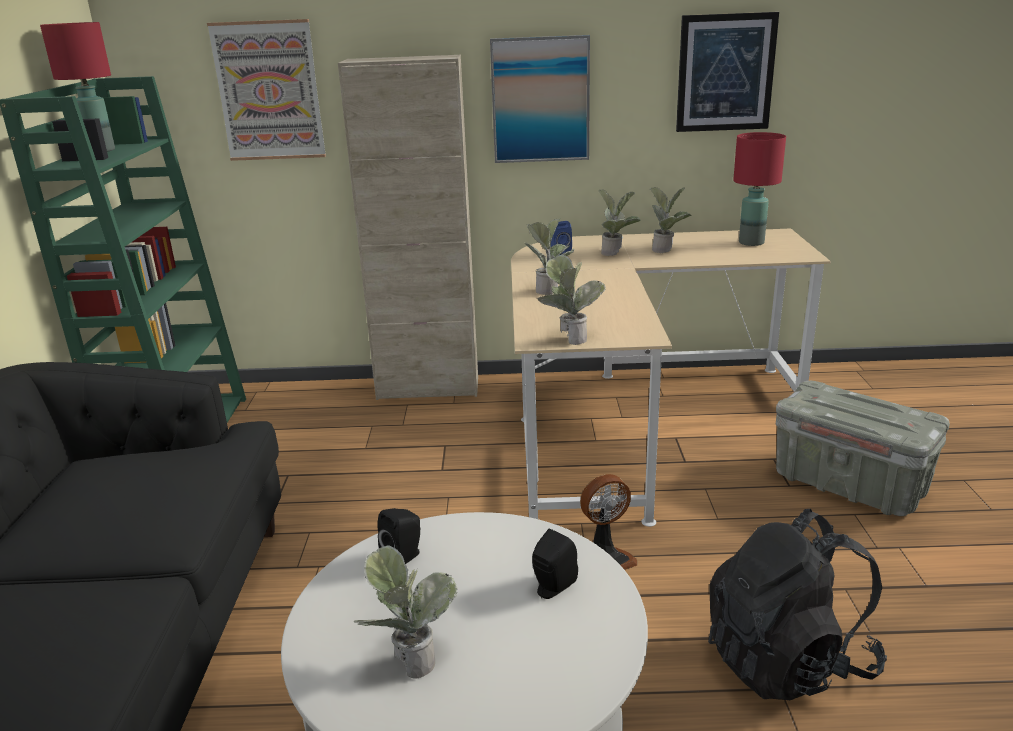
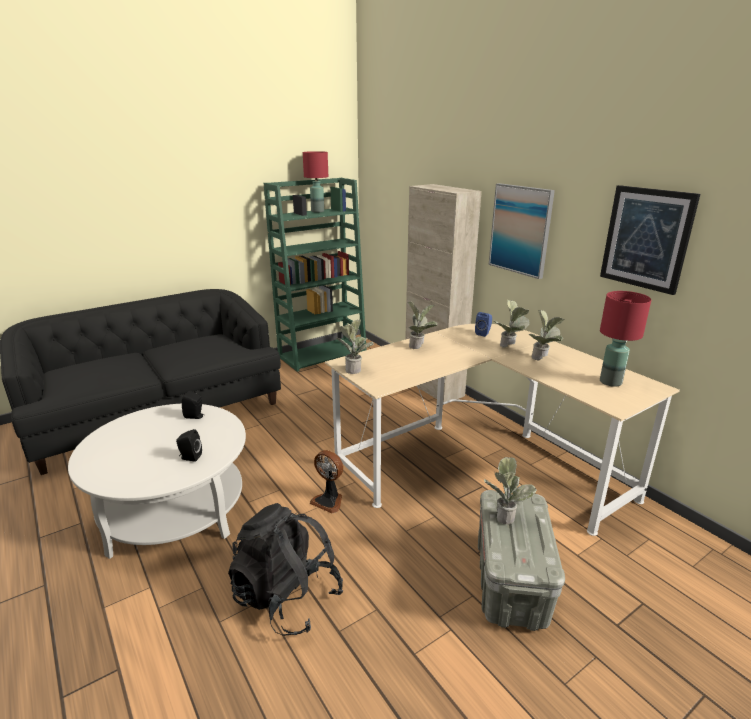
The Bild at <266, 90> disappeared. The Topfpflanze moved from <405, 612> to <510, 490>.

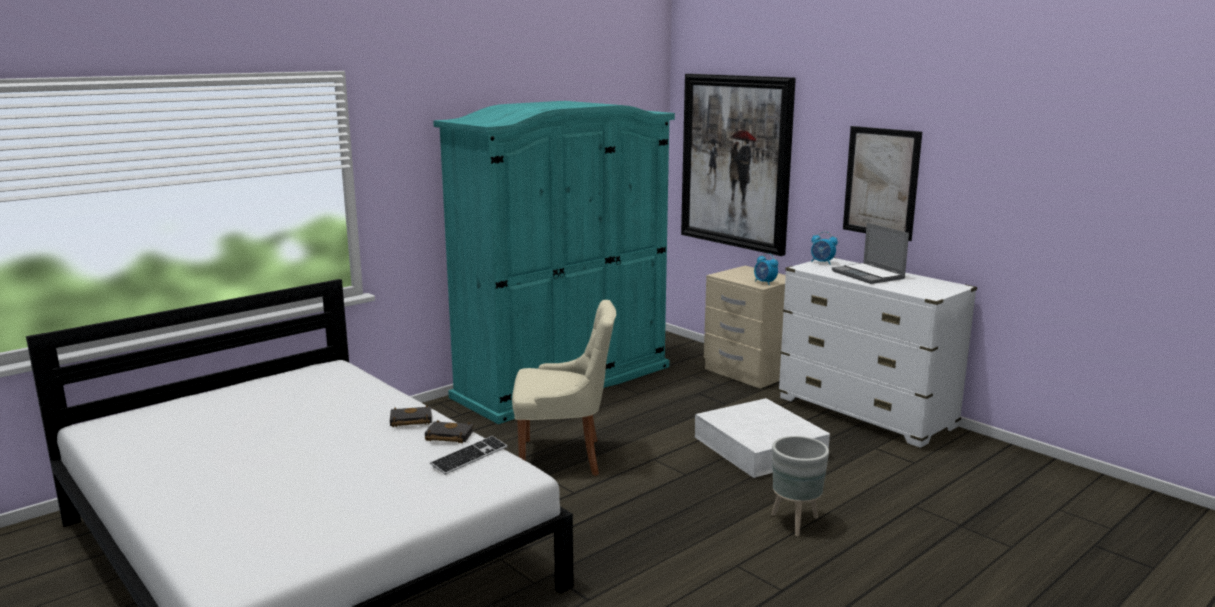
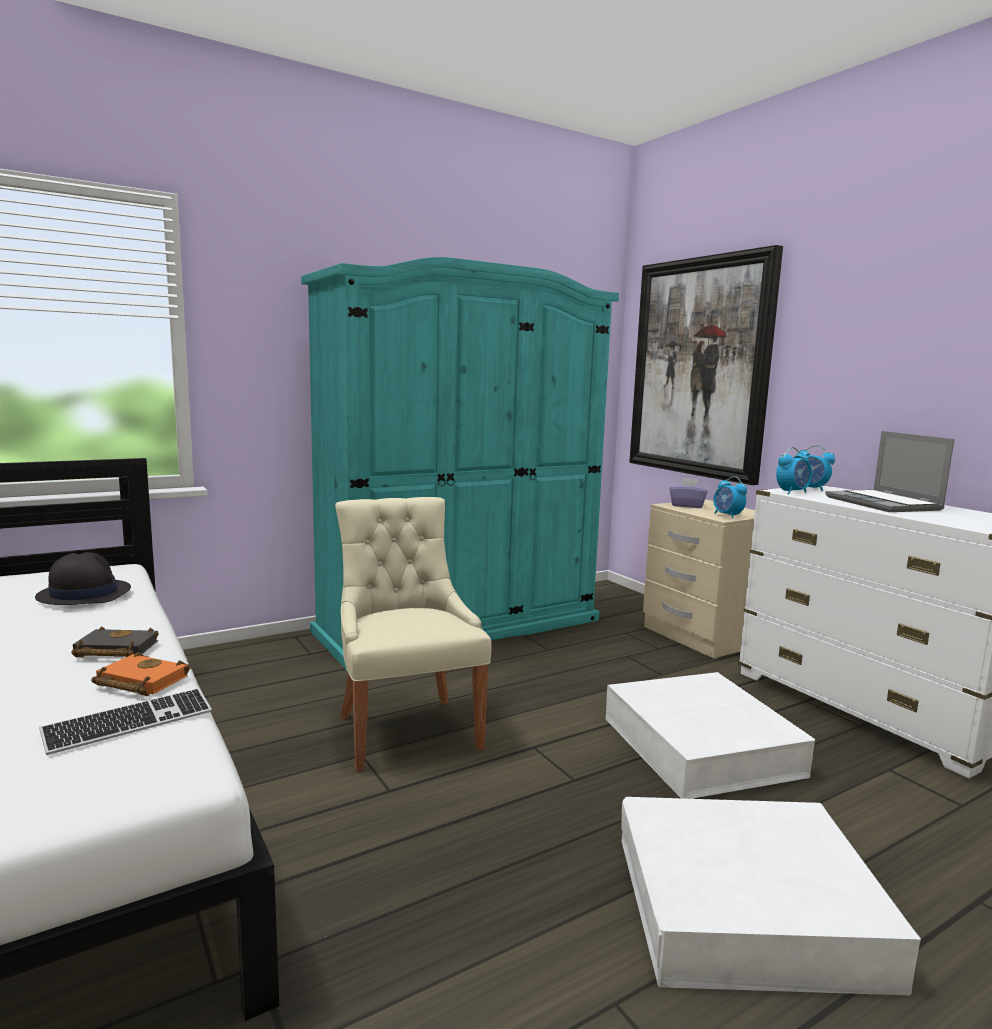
The Buch [schwarz] at <449, 431> became the Buch [orange] at <141, 674>. The Stuhl [beige] at <564, 388> turned 120 degrees counterclockwise. The Pflanzkübel [grau] at <800, 486> was replaced by the Aufbewahrungsbox [weiß] at <771, 896>. The Bild at <882, 183> disappeared. The Hut [schwarz] at <83, 578> appeared. The Taschentuchbox [lila] at <688, 492> appeared. The Wecker at <794, 470> appeared.

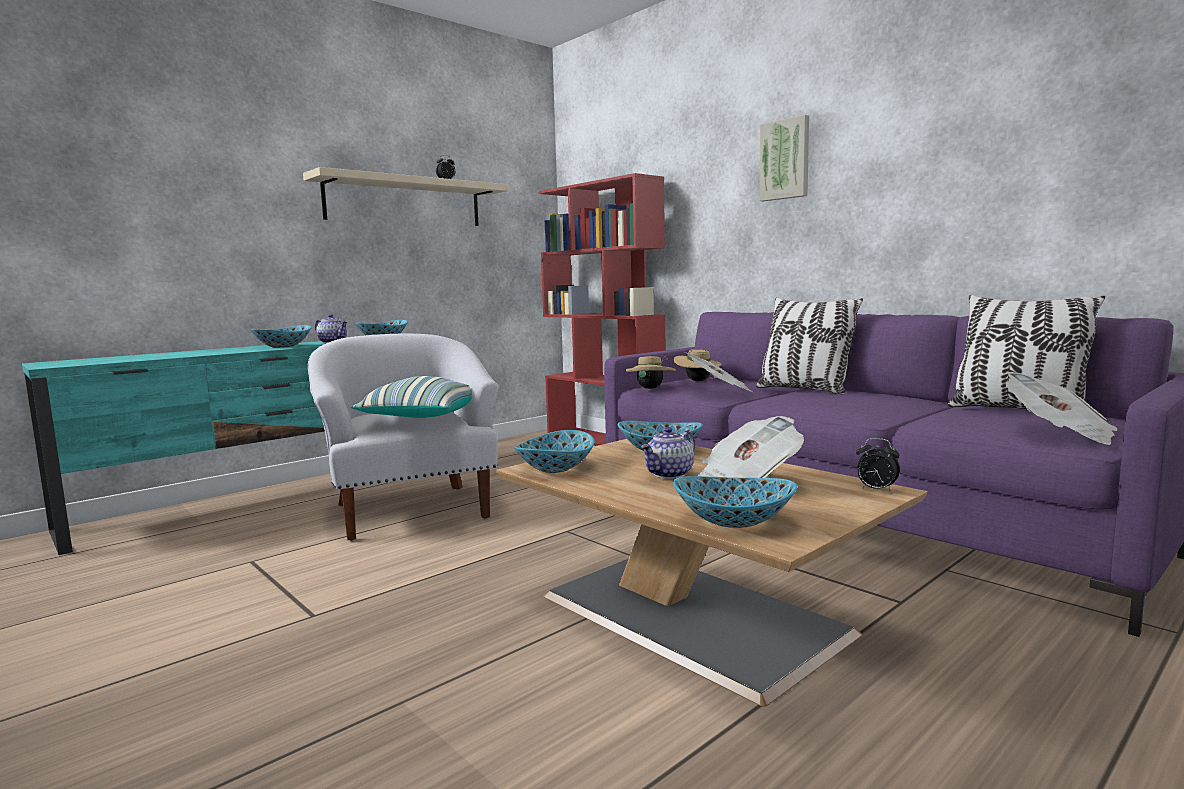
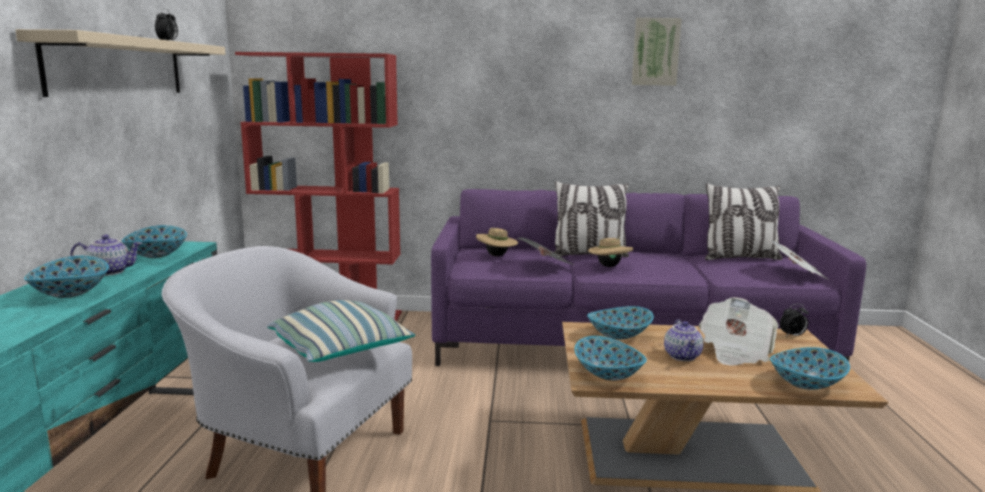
The Hut [beige] moved from <651, 372> to <610, 251>. The Bild moved from <784, 158> to <657, 52>.

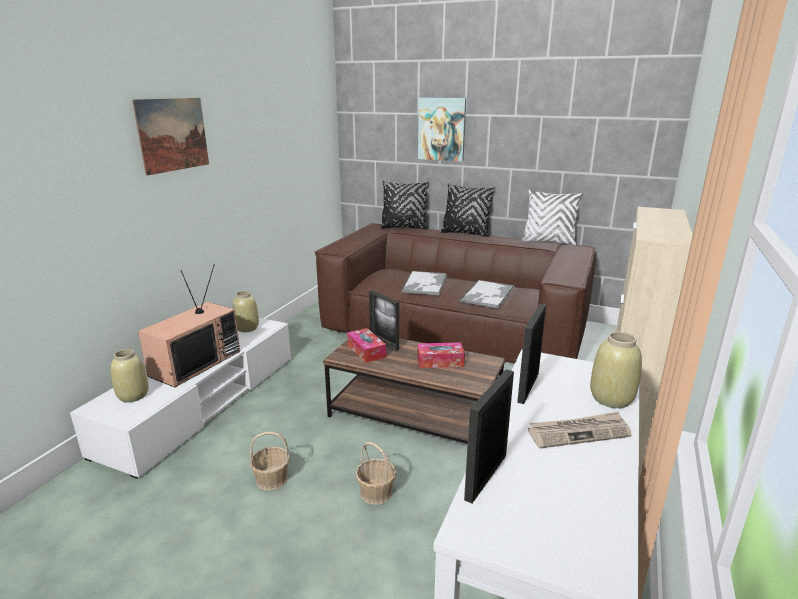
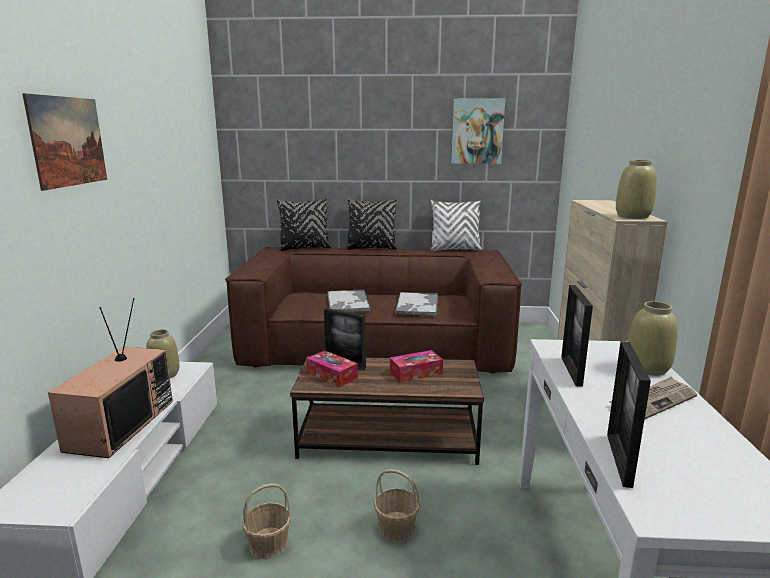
The Vase [beige] moved from <130, 375> to <636, 189>. The Bild moved from <442, 129> to <478, 131>.

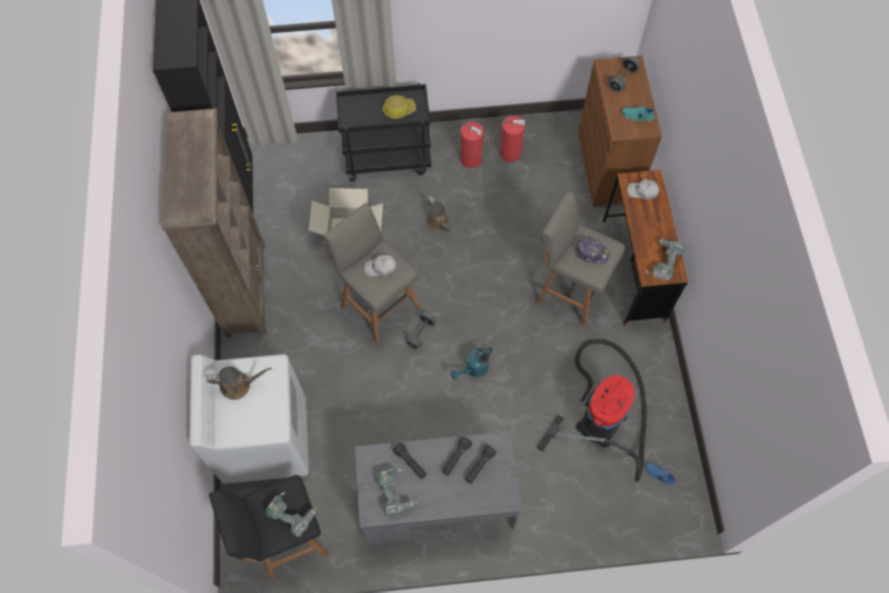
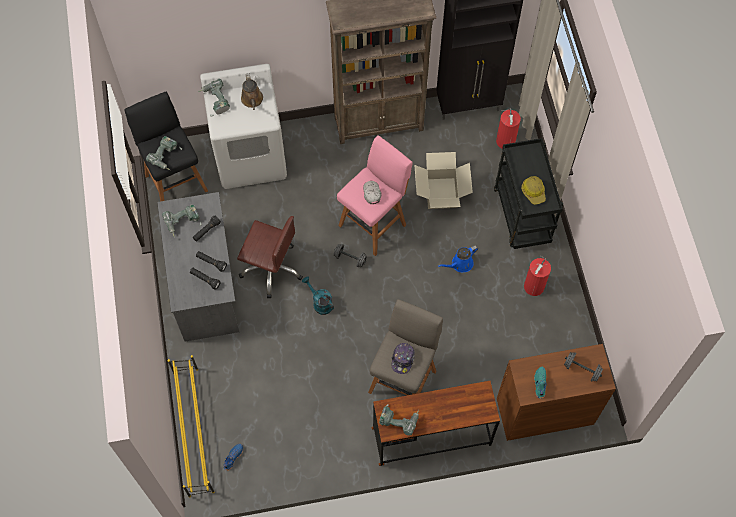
The Hocker [grau] at <371, 273> became the Hocker [rosa] at <375, 195>. The Gießkanne [braun] at <439, 215> became the Gießkanne [blau] at <458, 258>. The Feuerlöscher moved from <508, 139> to <508, 128>. The Staubsauger at <592, 410> disappeared. The Kappe [weiß] at <643, 189> disappeared. The Schuhregal [gelb] at <191, 426> appeared. The Bohrmaschine at <214, 98> appeared. The Bürostuhl [braun] at <270, 257> appeared.

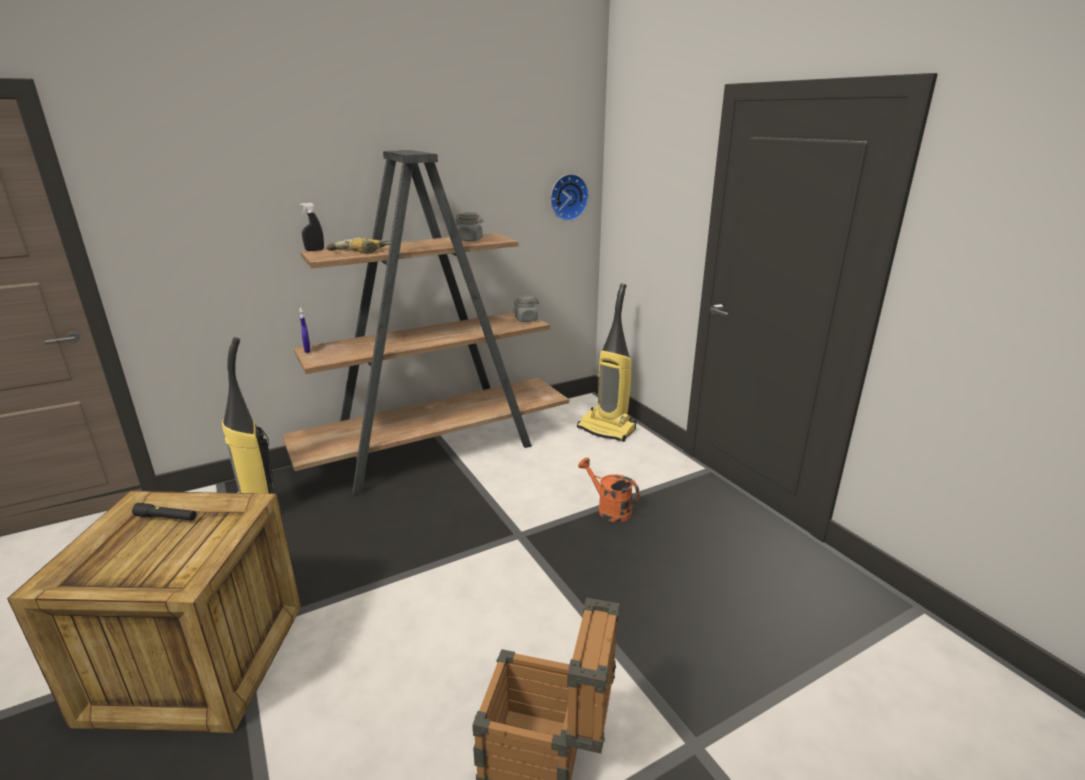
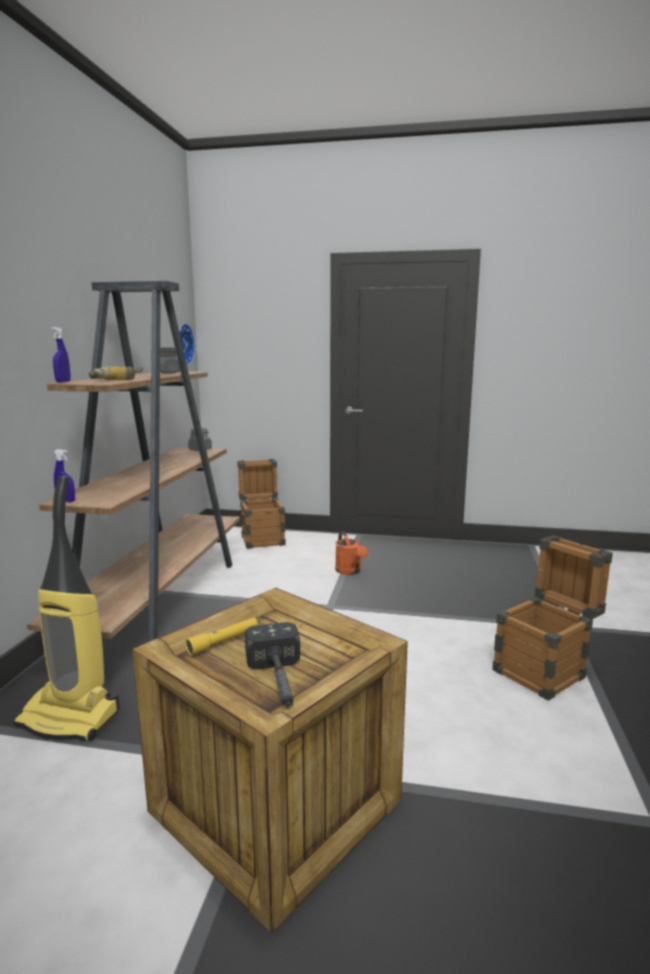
The Taschenlampe [schwarz] at <164, 512> became the Taschenlampe [gelb] at <221, 636>. The Sprühflasche [schwarz] at <312, 227> became the Sprühflasche [blau] at <61, 354>. The Staubsauger at <606, 363> was replaced by the Kiste at <261, 504>. The Gießkanne [orange] at <609, 489> turned 105 degrees counterclockwise. The Hammer at <272, 665> appeared.

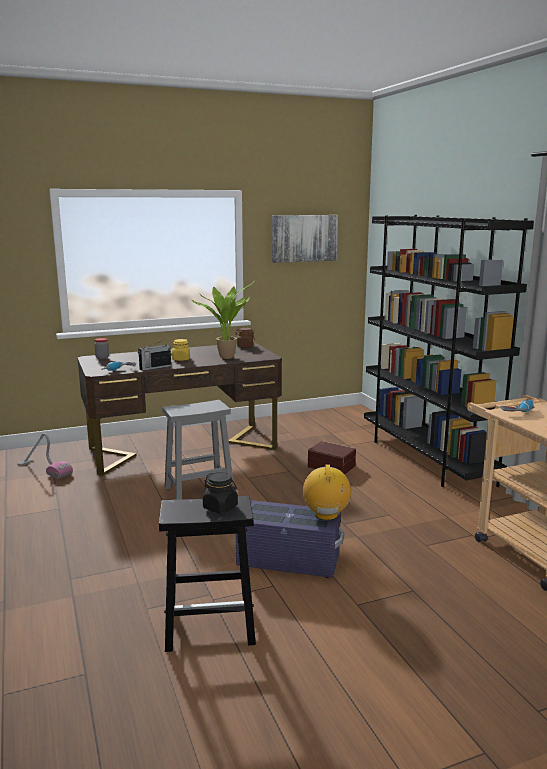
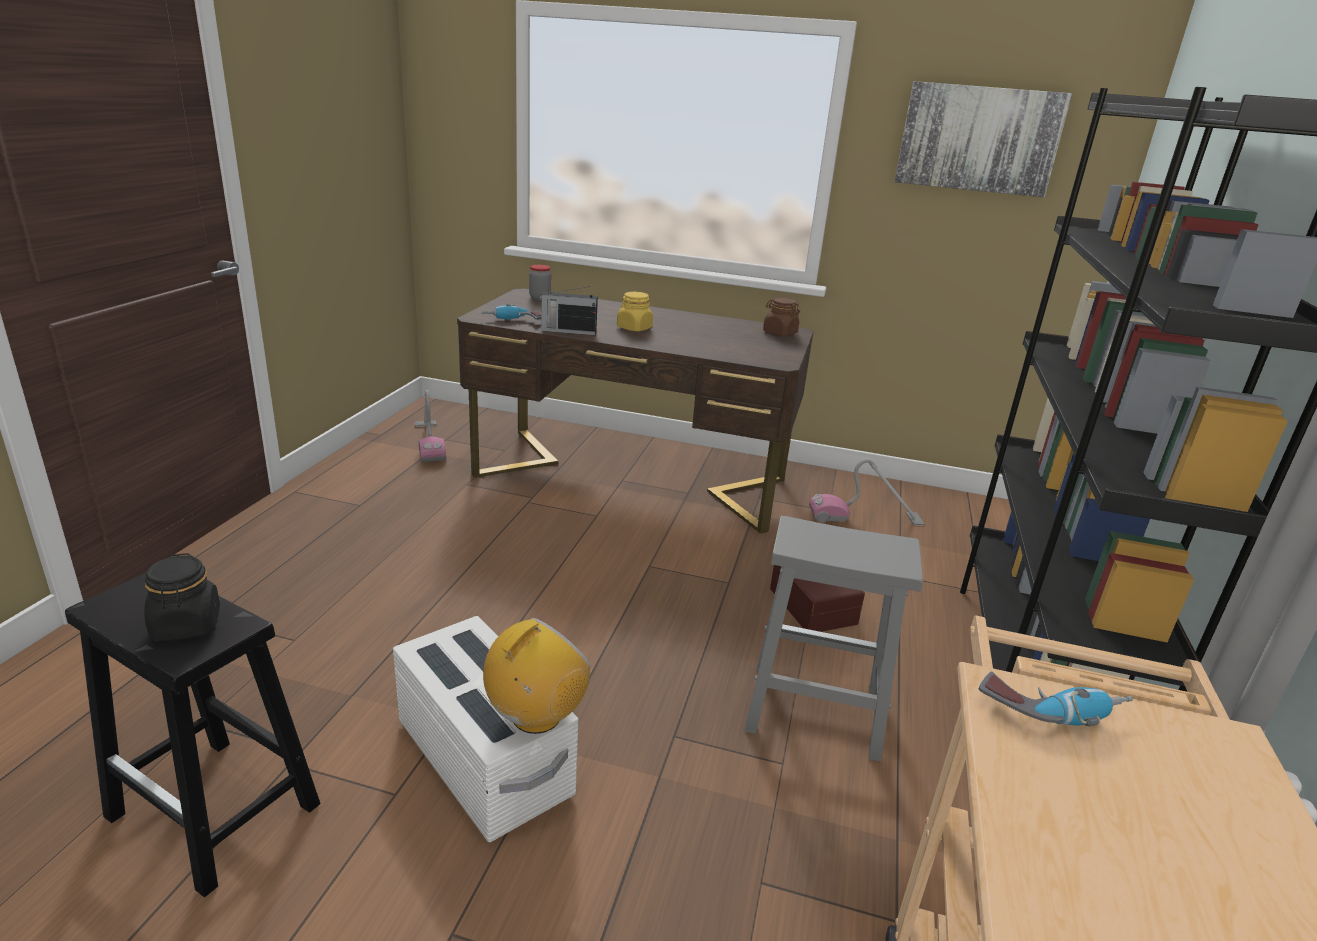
The Hocker [grau] moved from <198, 450> to <834, 638>. The Topfpflanze at <223, 319> disappeared. The Aufbewahrungsbox [lila] at <290, 539> became the Aufbewahrungsbox [weiß] at <486, 729>. The Staubsauger at <866, 492> appeared.

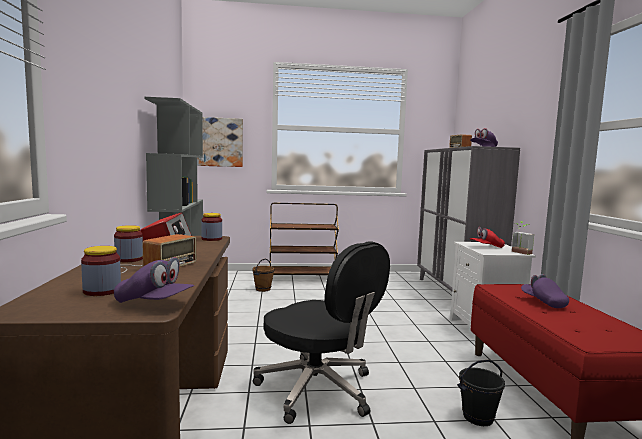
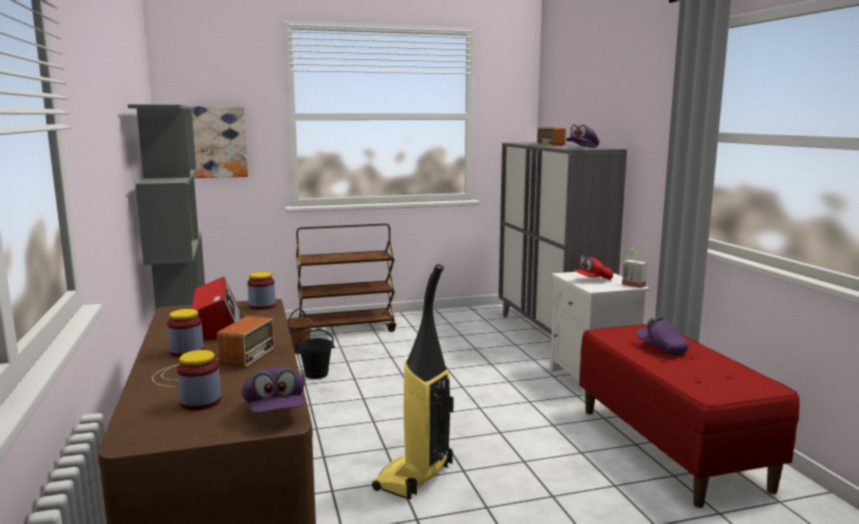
The Kappe [lila] at <154, 280> turned 60 degrees clockwise. The Bürostuhl [schwarz] at <321, 332> was replaced by the Staubsauger at <412, 381>. The Eimer [schwarz] moved from <481, 393> to <315, 354>.

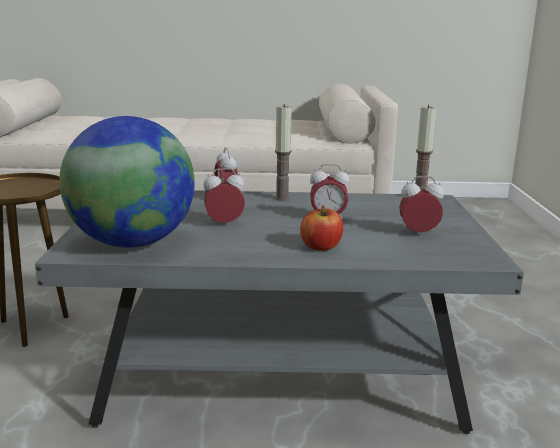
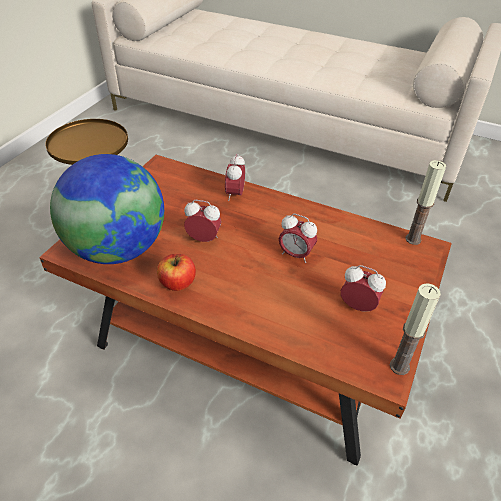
The Couchtisch [grau] at <279, 312> became the Couchtisch [braun] at <245, 310>. The Kerze moved from <283, 152> to <415, 329>. The Apfel moved from <321, 228> to <176, 272>.

